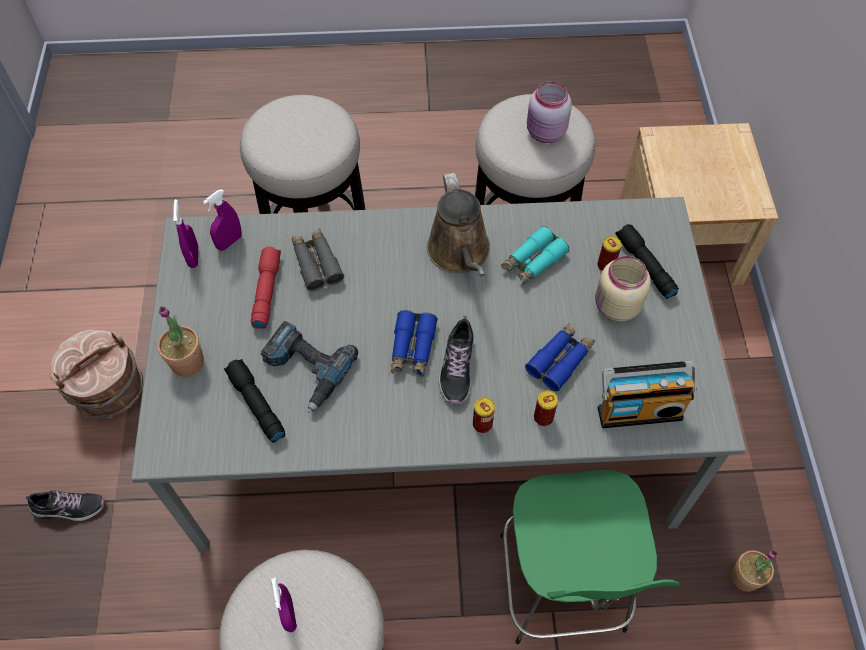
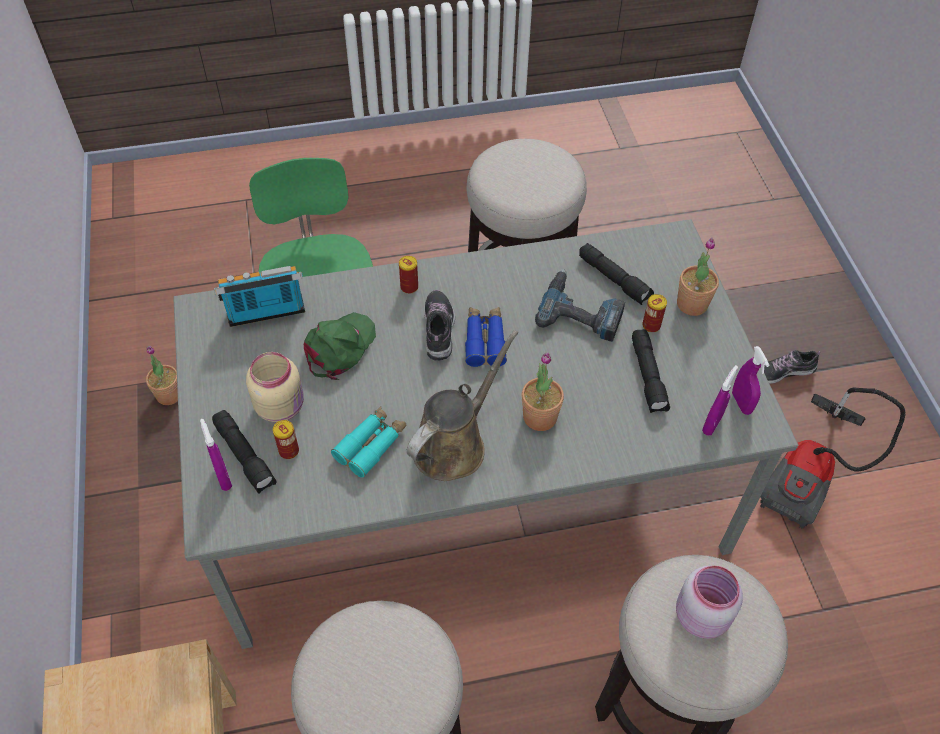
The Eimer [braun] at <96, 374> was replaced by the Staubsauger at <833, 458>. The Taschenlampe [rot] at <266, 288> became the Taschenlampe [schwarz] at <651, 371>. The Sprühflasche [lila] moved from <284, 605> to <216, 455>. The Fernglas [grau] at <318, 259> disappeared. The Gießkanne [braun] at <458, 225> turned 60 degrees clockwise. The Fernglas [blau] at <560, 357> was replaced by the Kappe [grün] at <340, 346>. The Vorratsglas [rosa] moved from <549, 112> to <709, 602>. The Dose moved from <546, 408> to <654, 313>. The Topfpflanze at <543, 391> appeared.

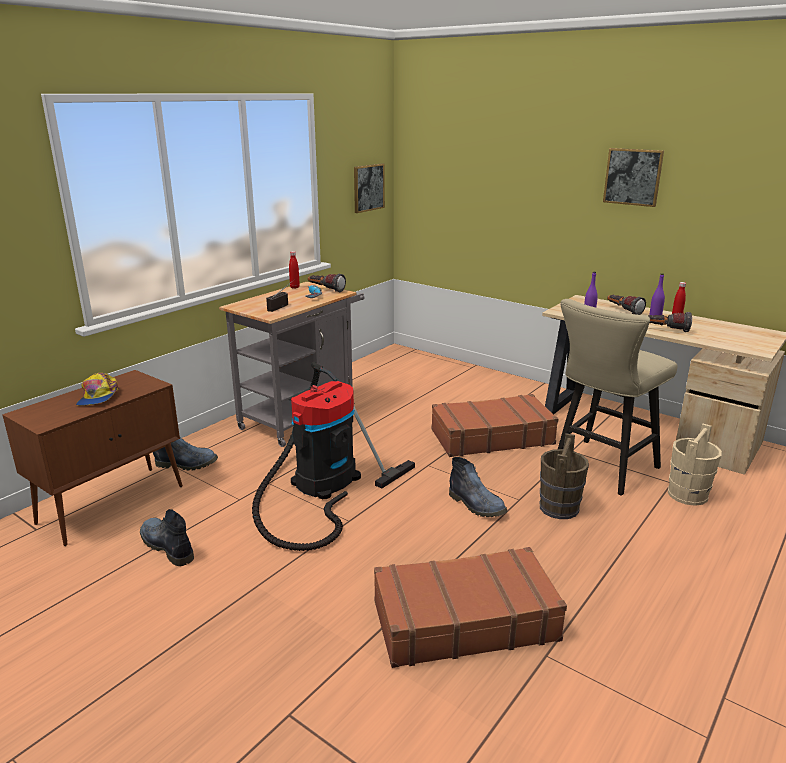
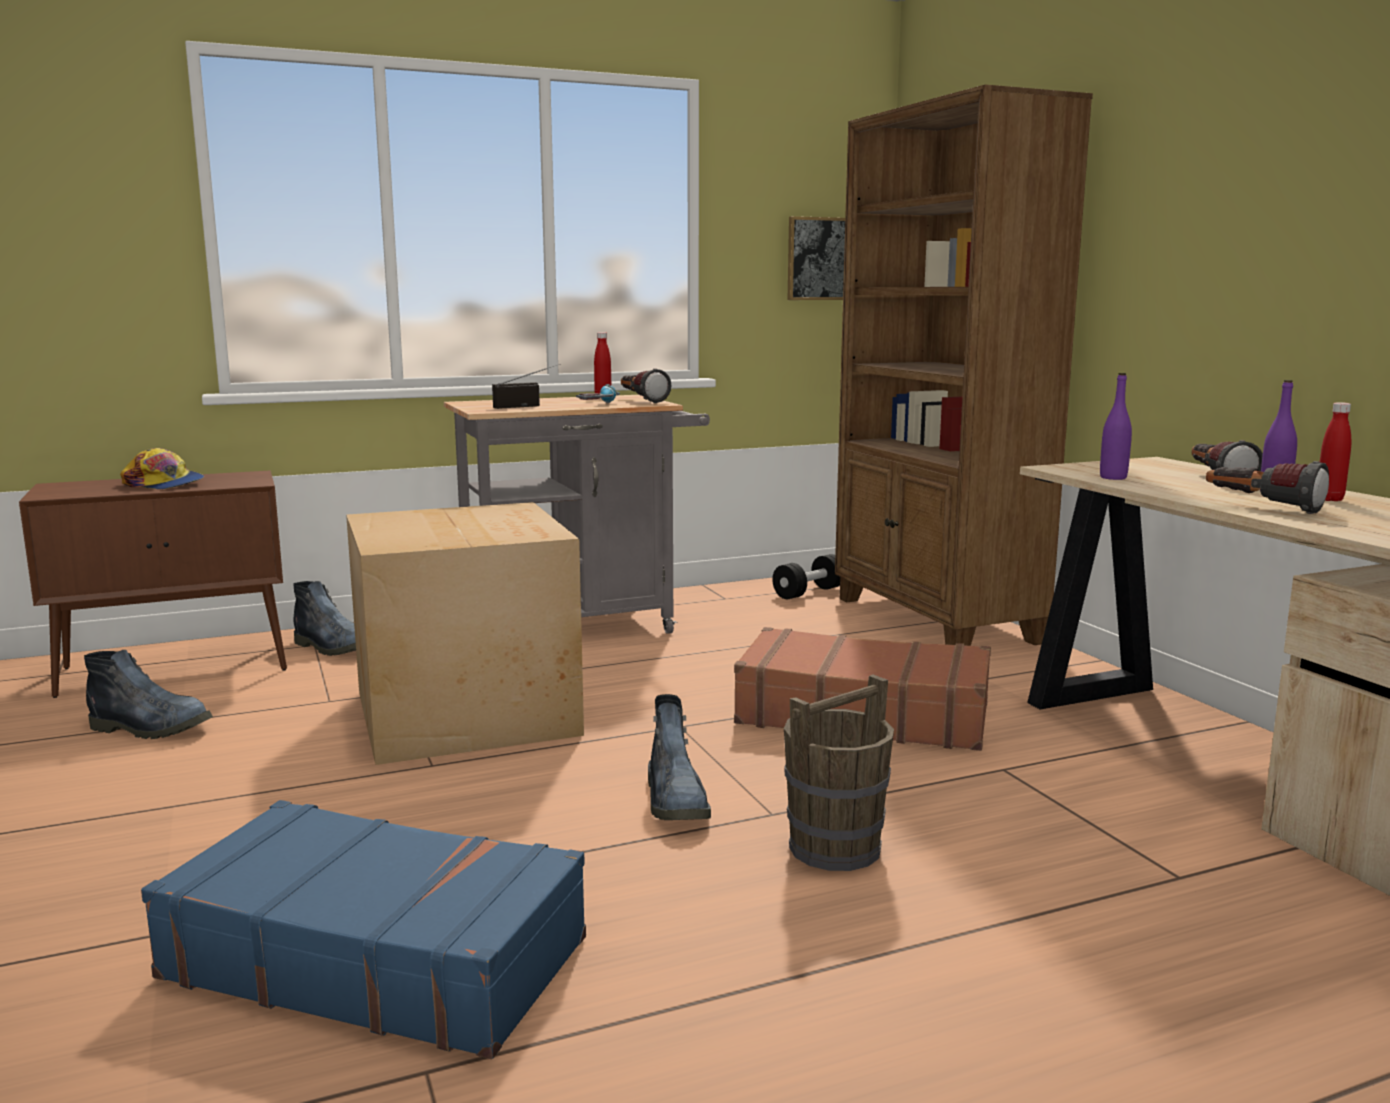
The Kappe at <97, 389> turned 90 degrees counterclockwise. The Stiefel at <167, 537> turned 120 degrees clockwise. The Staubsauger at <333, 456> was replaced by the Karton at <465, 633>. The Koffer [braun] at <470, 607> became the Koffer [blau] at <363, 929>. The Hocker [beige] at <617, 397> disappeared. The Bild at <633, 177> disappeared. The Eimer [beige] at <695, 464> disappeared. The Hantel [schwarz] at <806, 576> appeared. The Bücherregal [braun] at <964, 365> appeared.

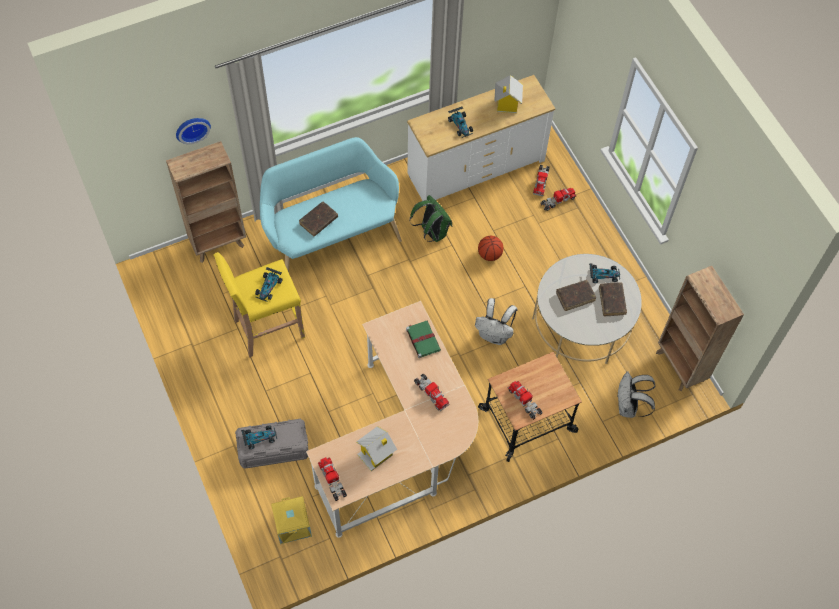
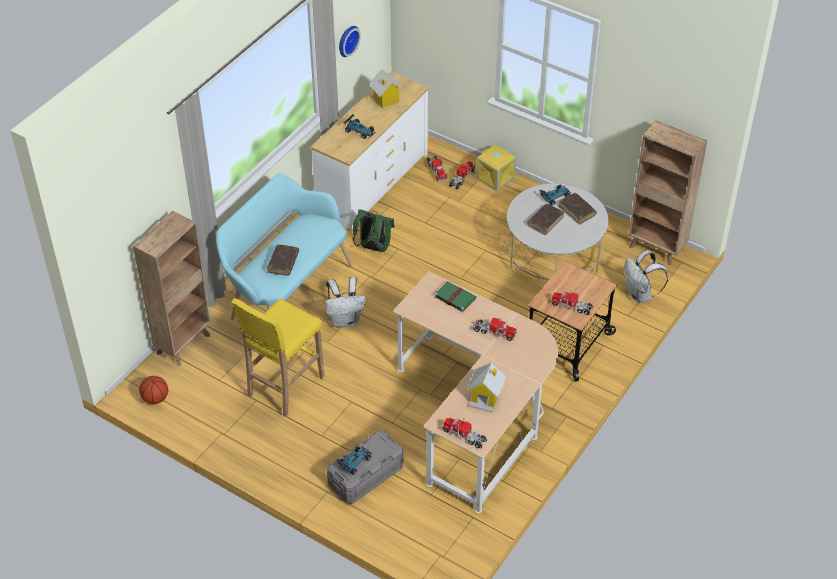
The Wanduhr moved from <193, 131> to <350, 41>. The Spielzeugauto at <269, 284> disappeared. The Aufbewahrungsbox [gelb] moved from <291, 520> to <496, 168>. The Rucksack [weiß] moved from <496, 321> to <345, 302>. The Basketball moved from <490, 248> to <153, 390>.

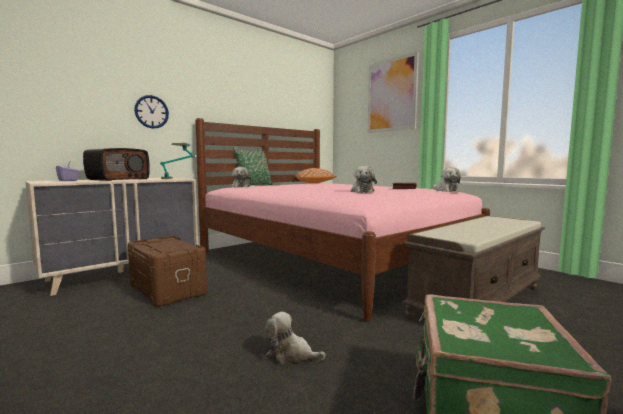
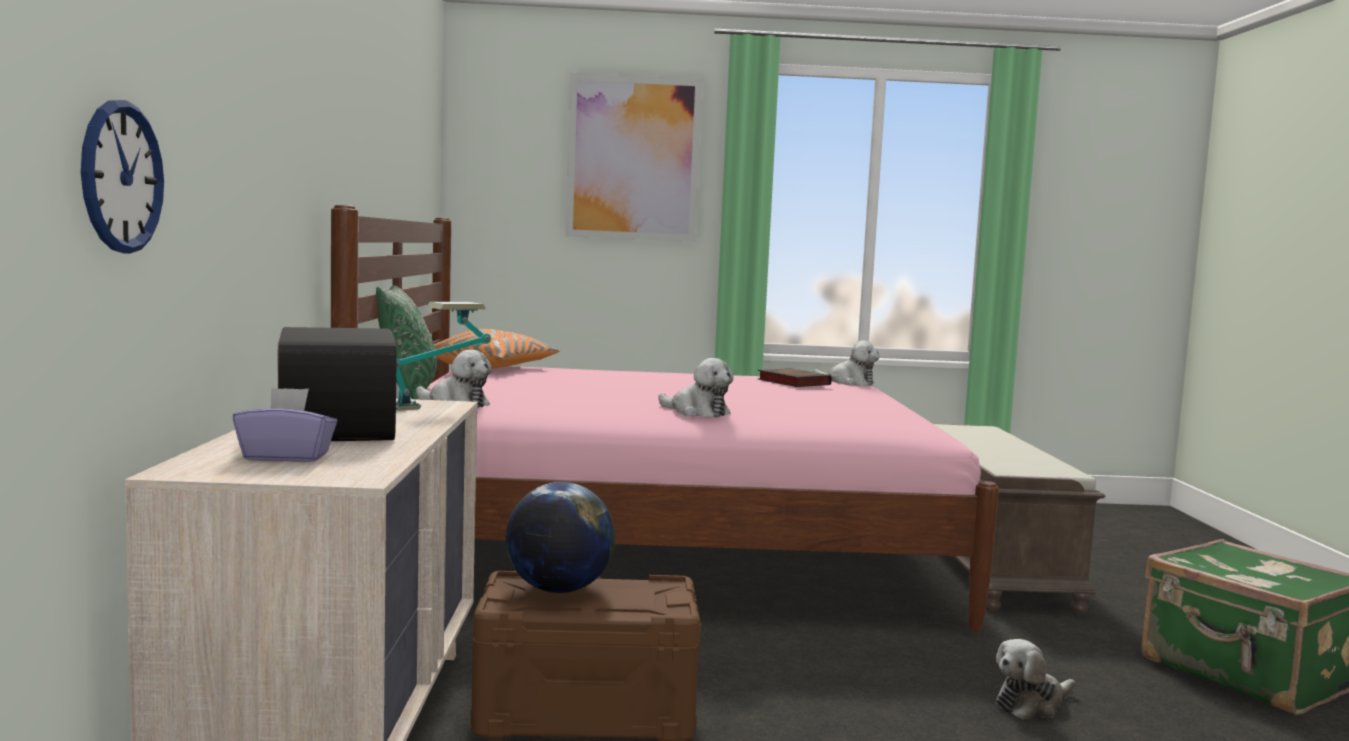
The Wanduhr moved from <151, 112> to <122, 177>. The Plüschtier moved from <363, 179> to <695, 387>. The Globus at <560, 537> appeared.

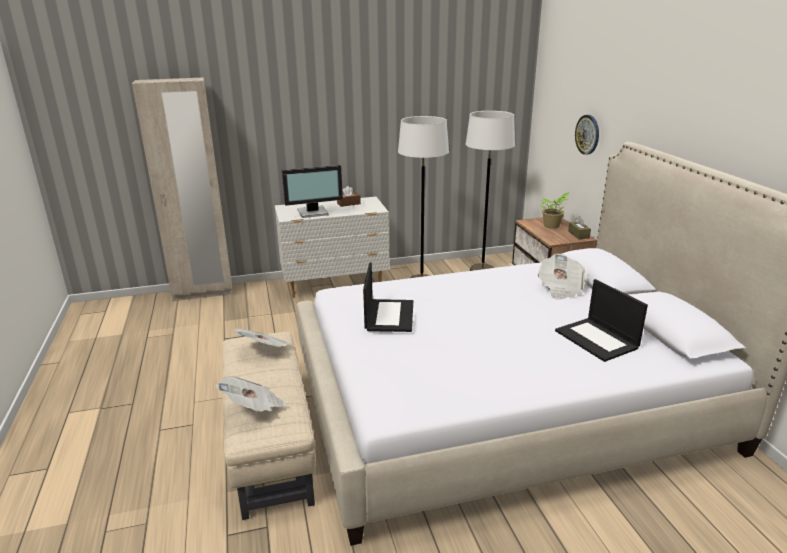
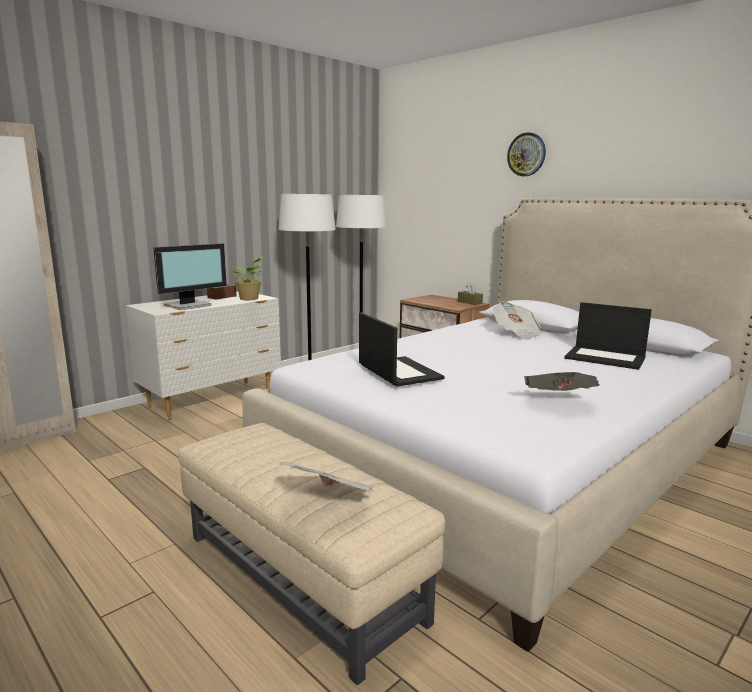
The Zeitung moved from <262, 337> to <561, 381>. The Topfpflanze moved from <554, 210> to <247, 278>. The Wanduhr moved from <587, 135> to <526, 154>.

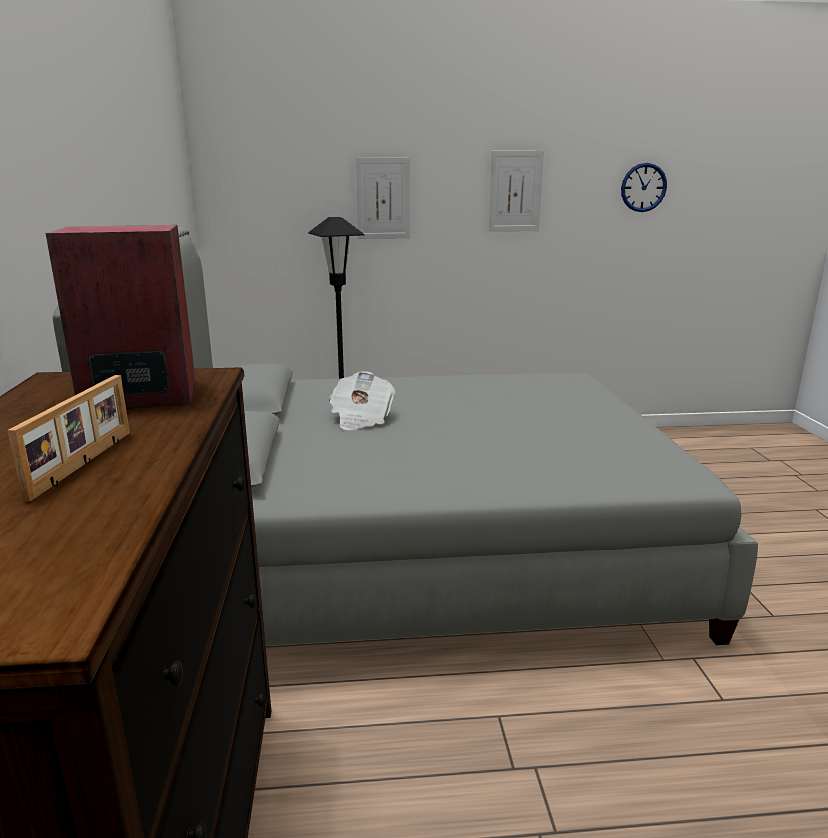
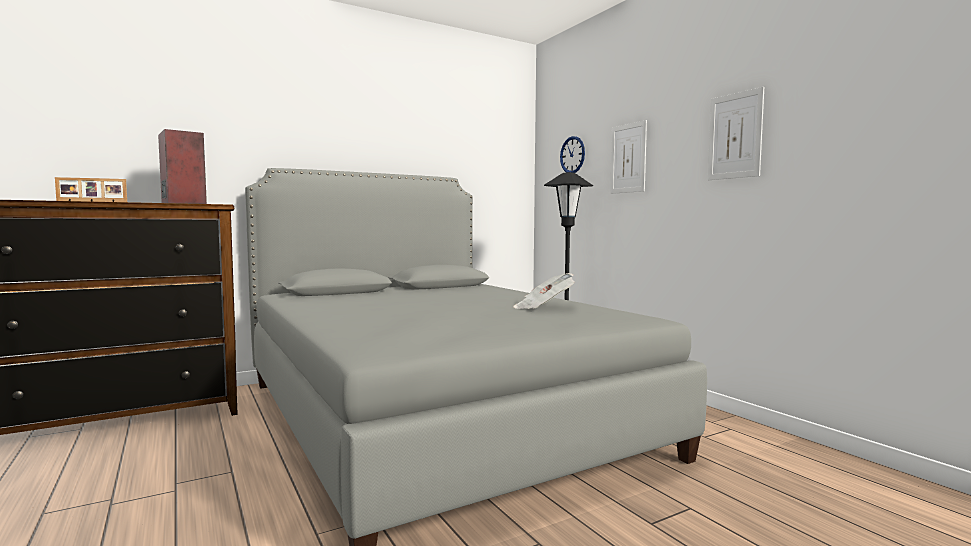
The Zeitung moved from <362, 400> to <544, 291>. The Wanduhr moved from <644, 187> to <572, 154>.

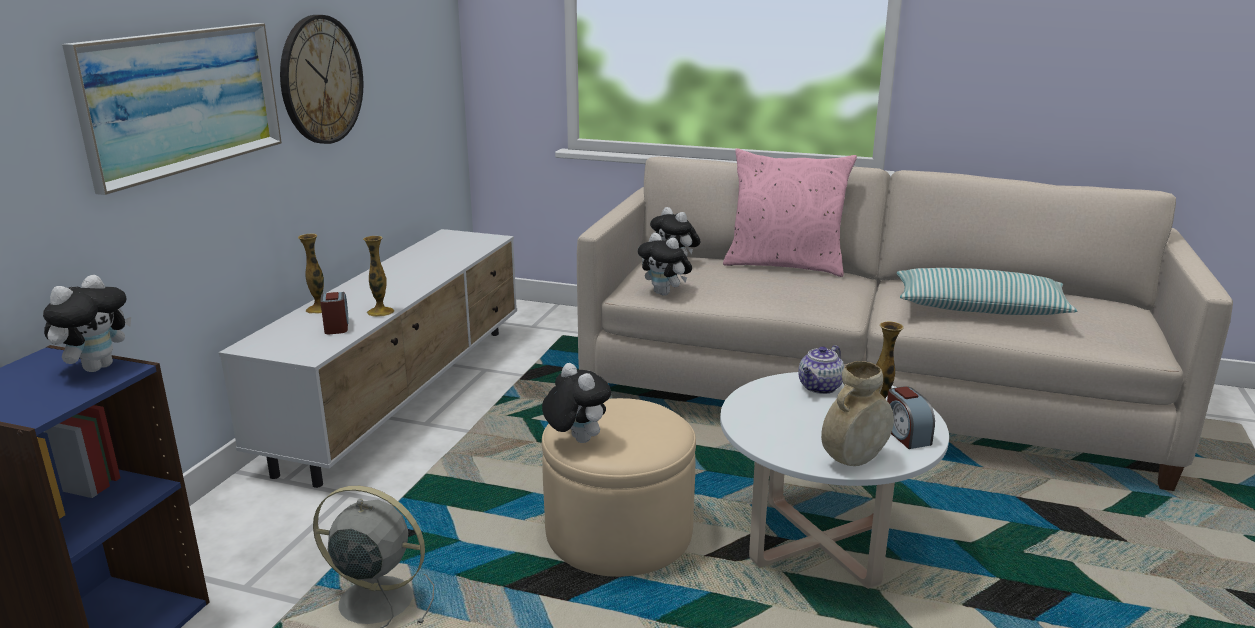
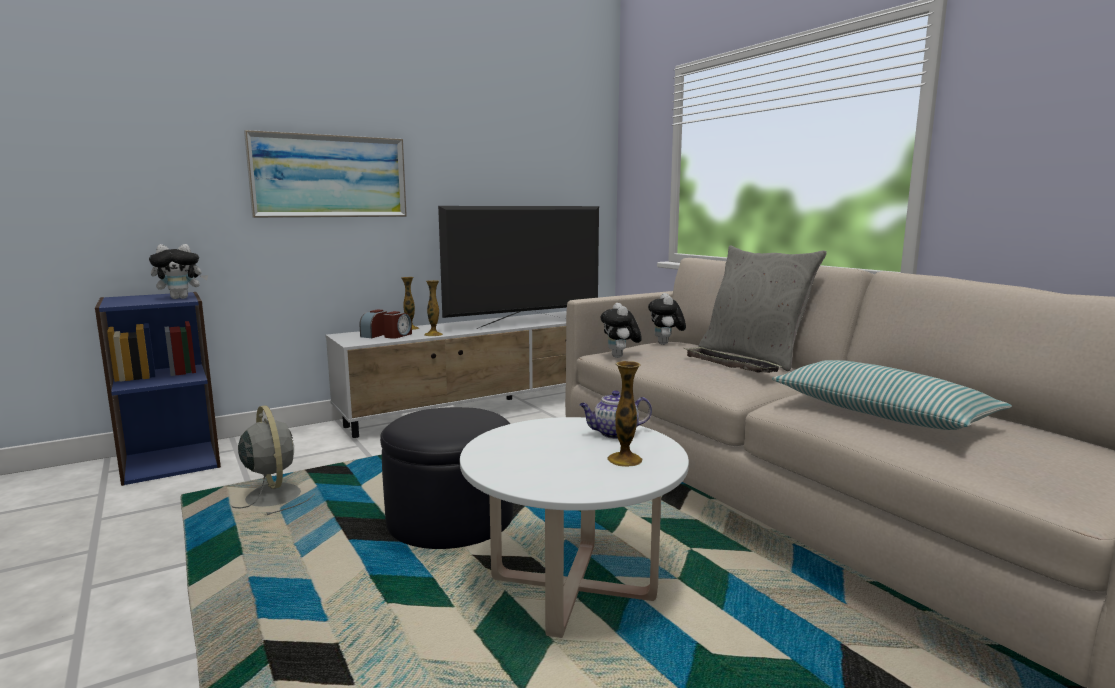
The Wanduhr at <321, 79> disappeared. The Plüschtier at <576, 403> disappeared. The Polsterhocker [beige] at <619, 487> became the Polsterhocker [schwarz] at <446, 478>. The Kissen [rosa] at <790, 212> became the Kissen [grau] at <762, 308>. The Vase [beige] at <857, 413> disappeared. The Wecker moved from <911, 417> to <373, 323>. The Fernseher at <518, 267> appeared. The Tablett at <733, 360> appeared.

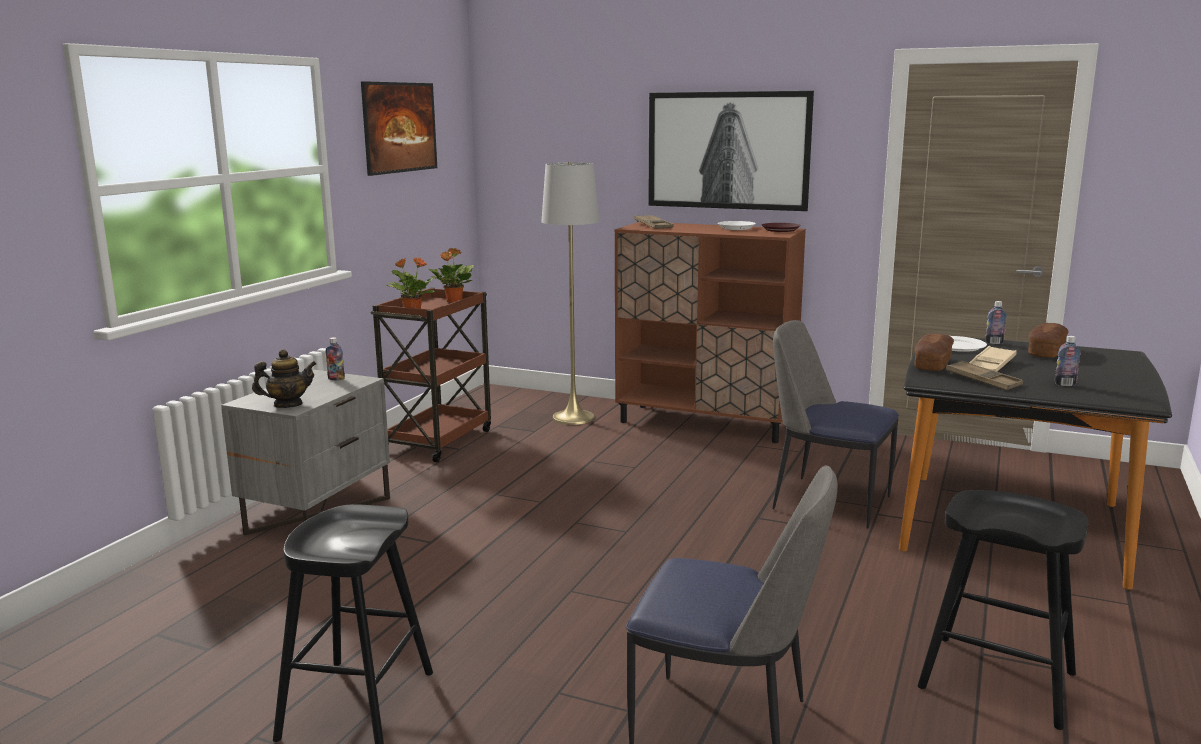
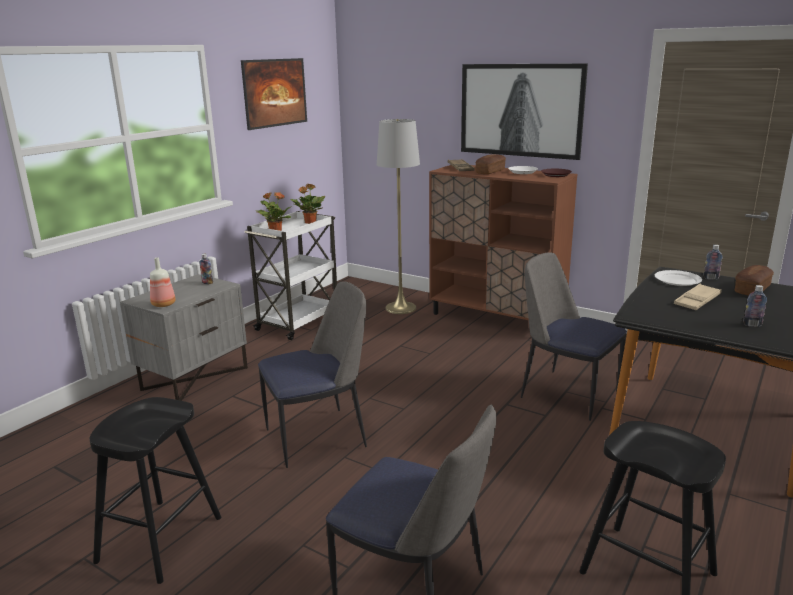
The Teekanne at <284, 378> was replaced by the Flasche at <163, 282>. The Rollwagen [braun] at <430, 375> became the Rollwagen [weiß] at <291, 275>. The Brot moved from <934, 352> to <490, 164>. The Tablett [braun] at <984, 375> disappeared. The Stuhl at <312, 374> appeared.

